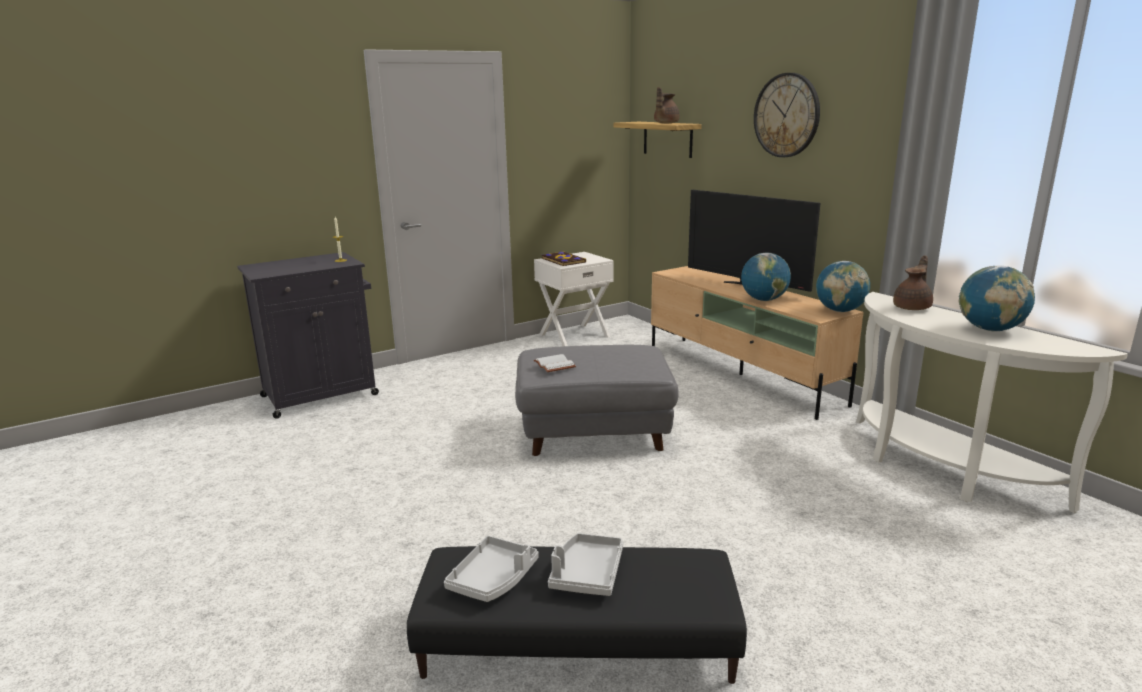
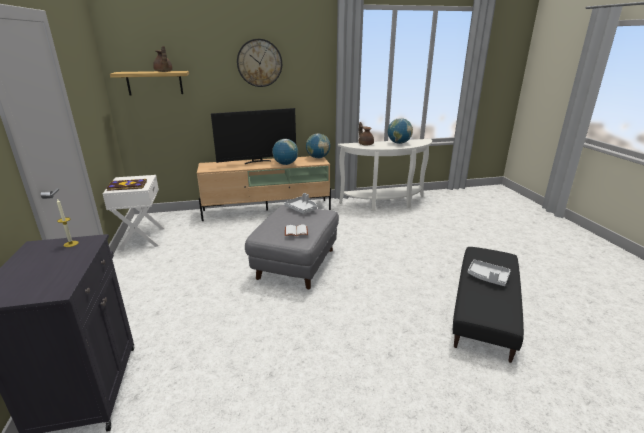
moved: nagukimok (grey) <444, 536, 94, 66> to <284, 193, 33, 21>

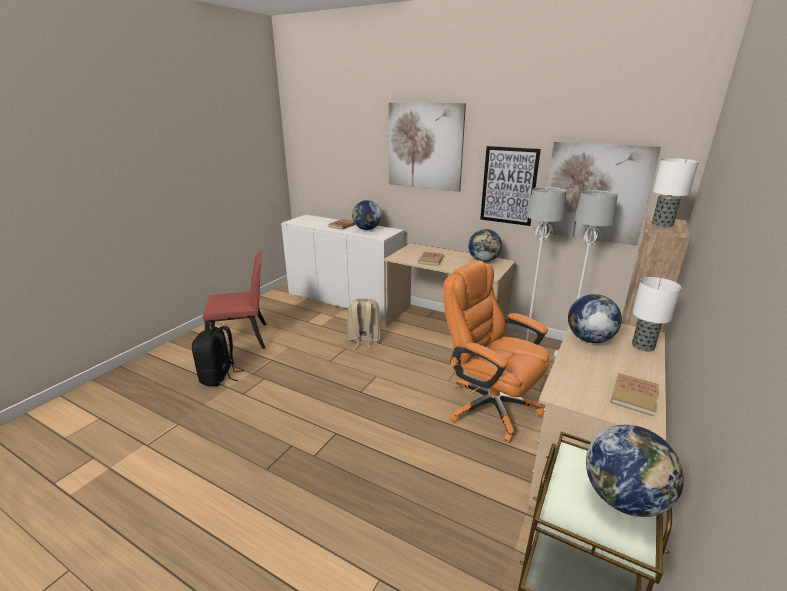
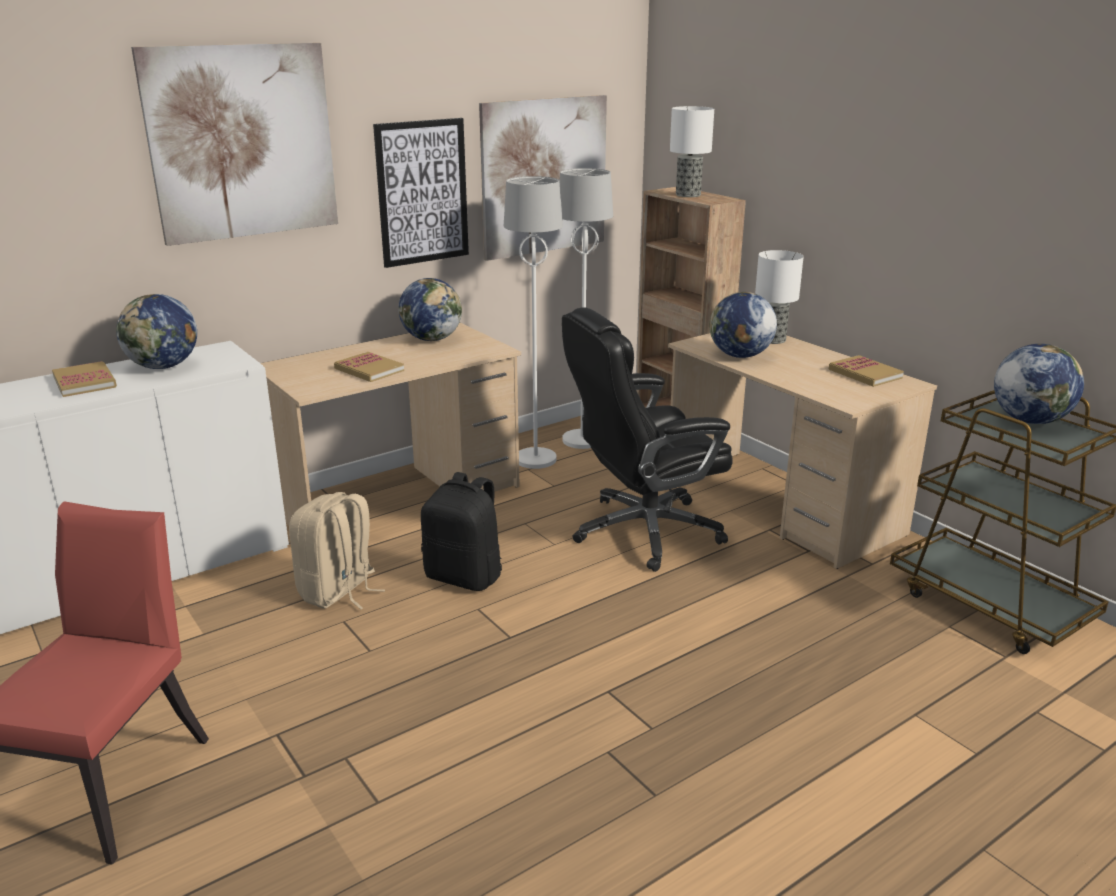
moved: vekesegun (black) <192, 326, 52, 60> to <421, 472, 81, 119>
recoloured: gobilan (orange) <443, 260, 106, 183> to gobilan (black) <562, 307, 171, 265>

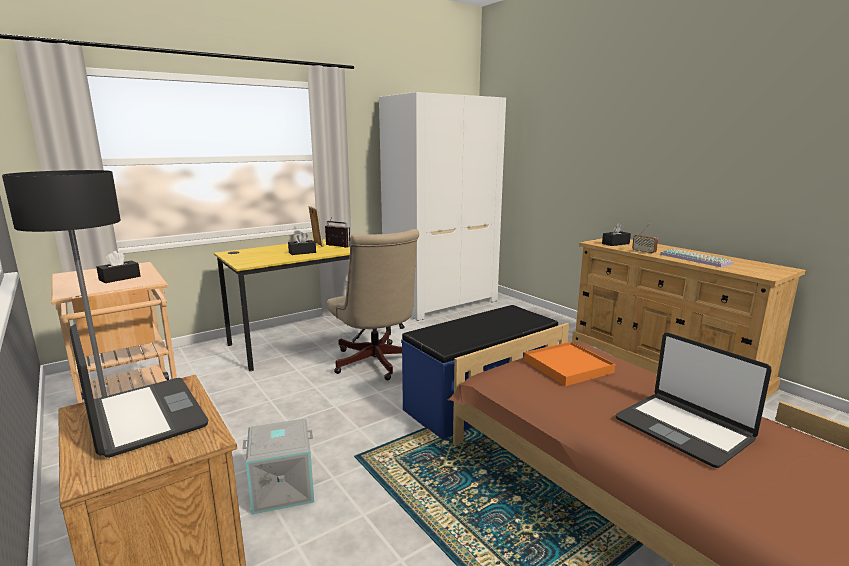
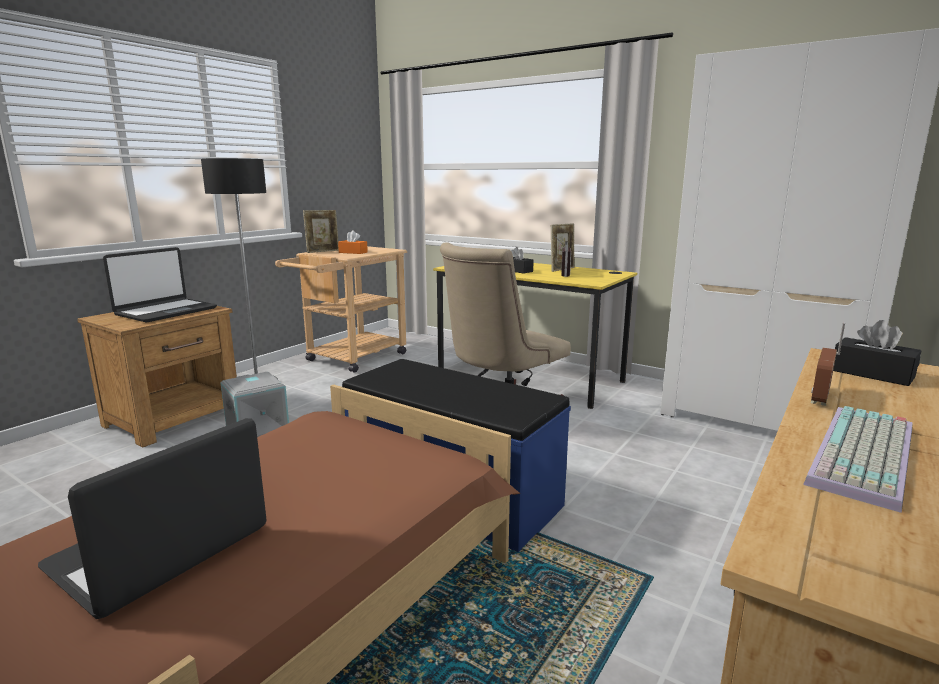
removed: nagukimok (orange) <524, 342, 91, 44>
added: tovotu <303, 210, 36, 43>
recoloured: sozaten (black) <96, 251, 45, 32> to sozaten (orange) <338, 230, 30, 24>

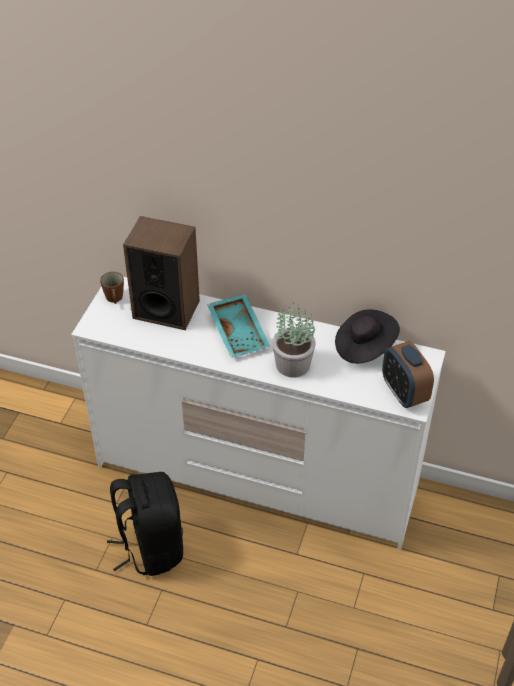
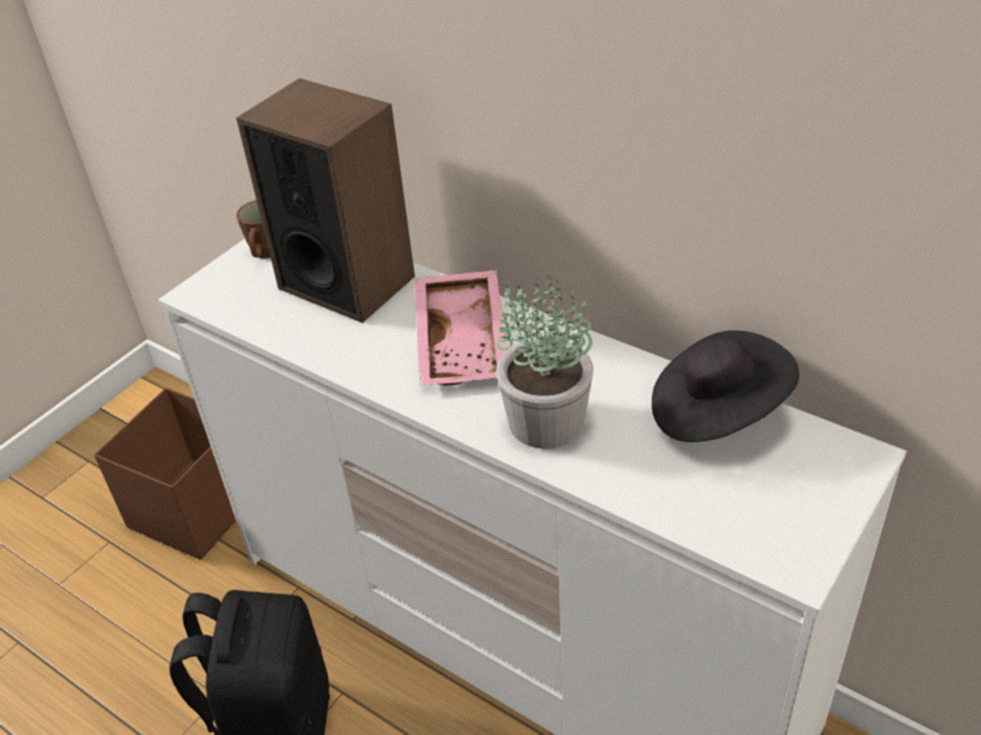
removed: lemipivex <382, 341, 52, 67>
added: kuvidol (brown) <94, 388, 142, 172>
recoloured: nagukimok (turquoise) <207, 294, 63, 64> to nagukimok (pink) <414, 270, 93, 116>

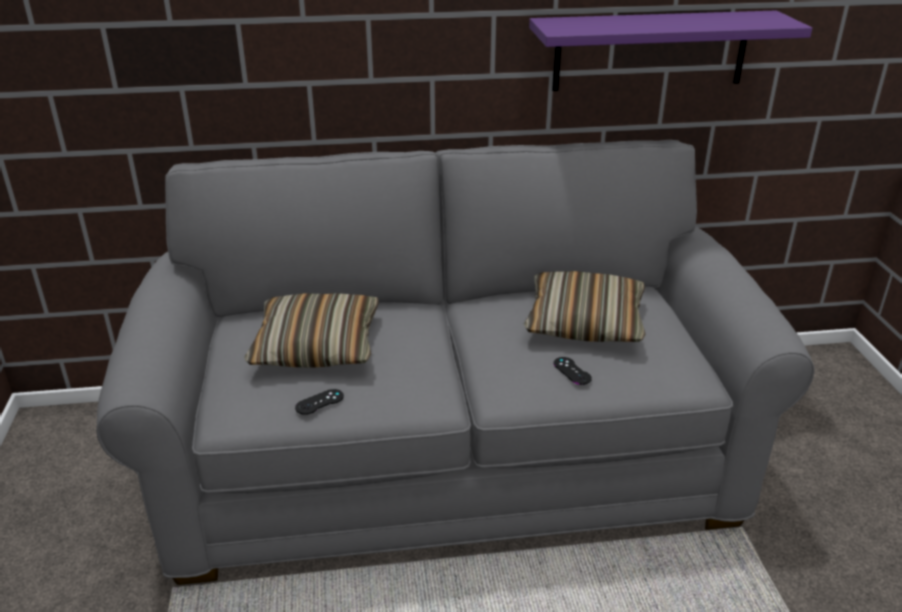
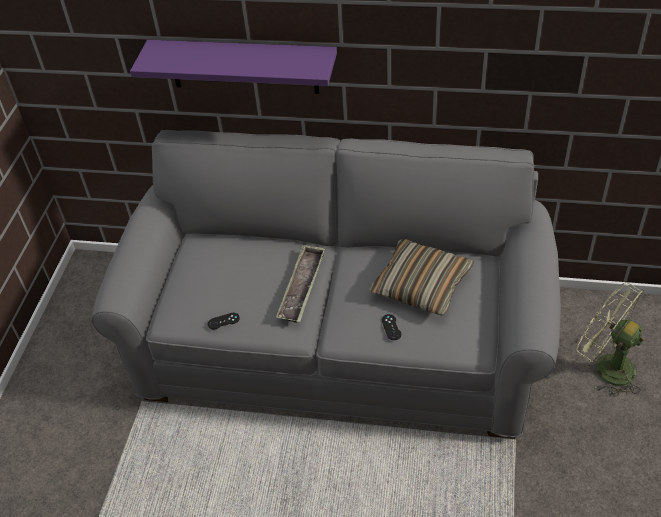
removed: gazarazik <244, 293, 135, 75>
added: nagukimok <276, 244, 49, 79>; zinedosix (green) <577, 282, 67, 115>
moved: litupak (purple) <529, 10, 283, 81> to <130, 40, 207, 54>

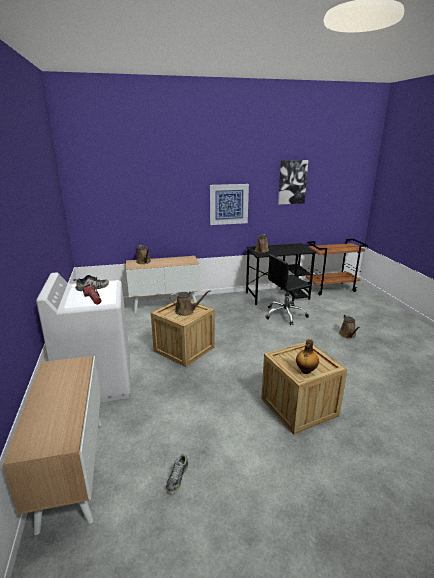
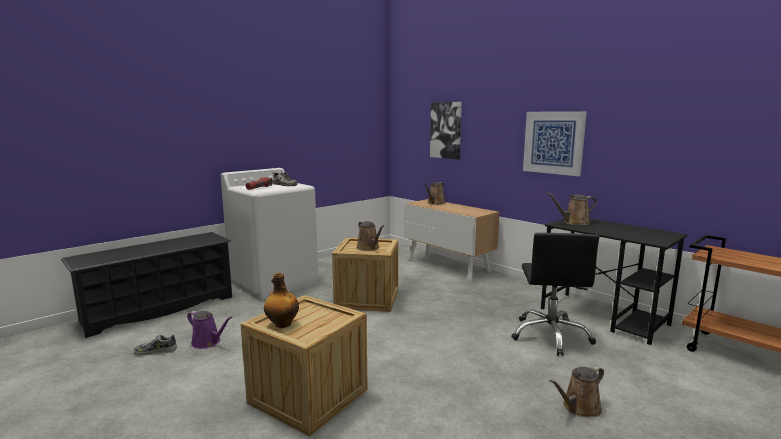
added: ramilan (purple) <187, 311, 45, 38>
moved: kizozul <278, 160, 31, 45> to <430, 102, 32, 58>
replaced: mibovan <3, 356, 99, 179> to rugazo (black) <61, 232, 171, 106>
turned: gobilan (black) <266, 254, 45, 71> = <511, 233, 88, 123> 120 degrees counterclockwise

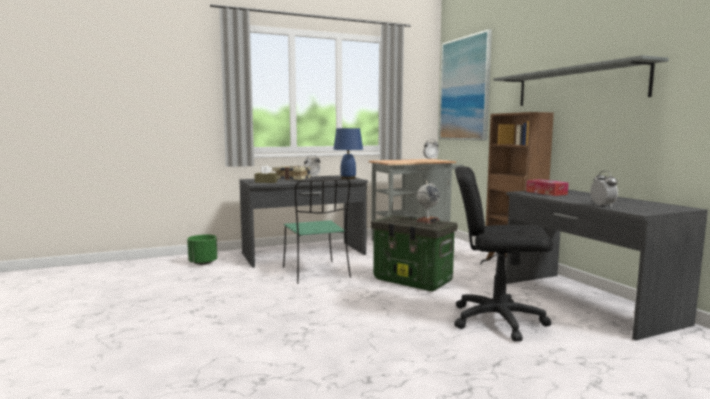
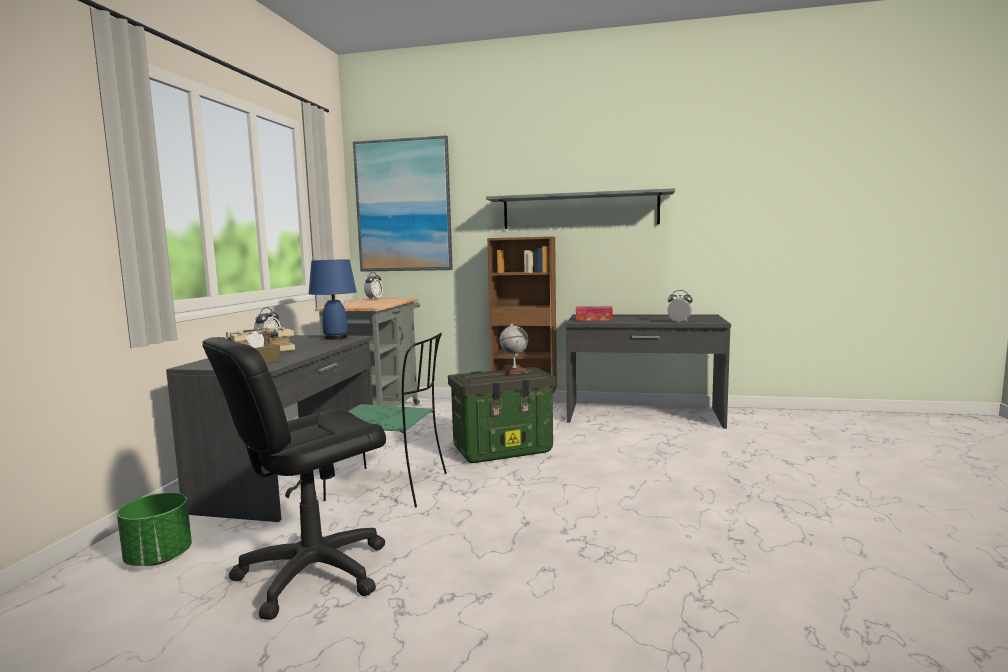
moved: gobilan (black) <454, 166, 99, 175> to <202, 337, 184, 283>

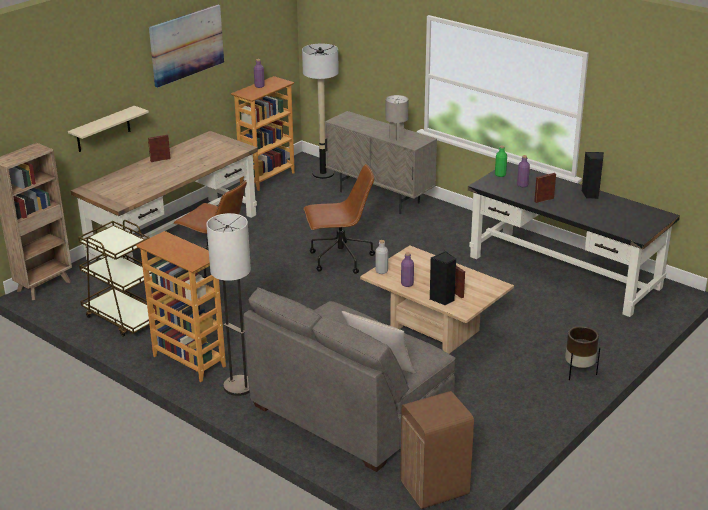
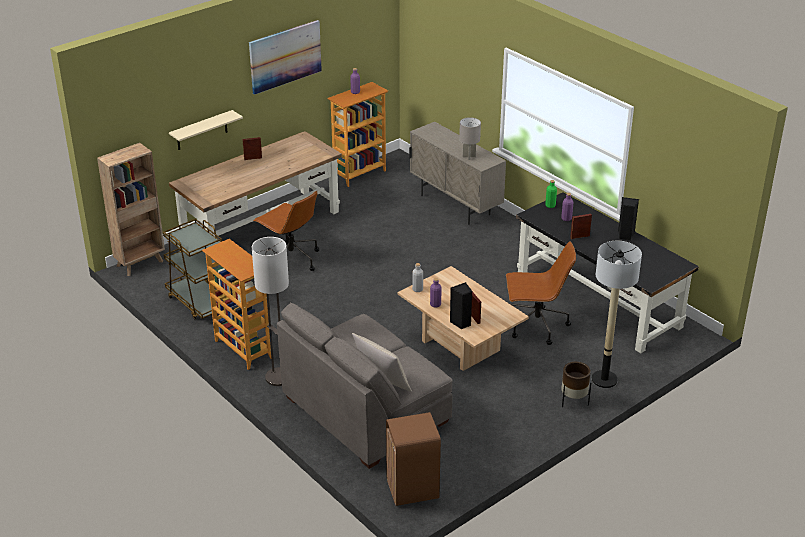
moved: gobilan (brown) <304, 164, 71, 110> to <506, 241, 70, 104>; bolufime <302, 43, 37, 136> to <592, 241, 50, 147>

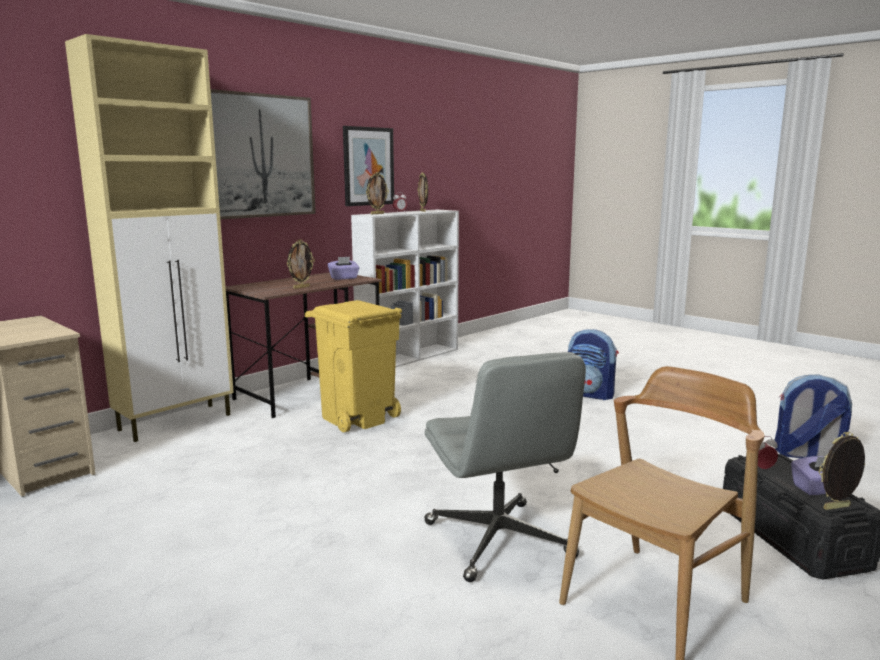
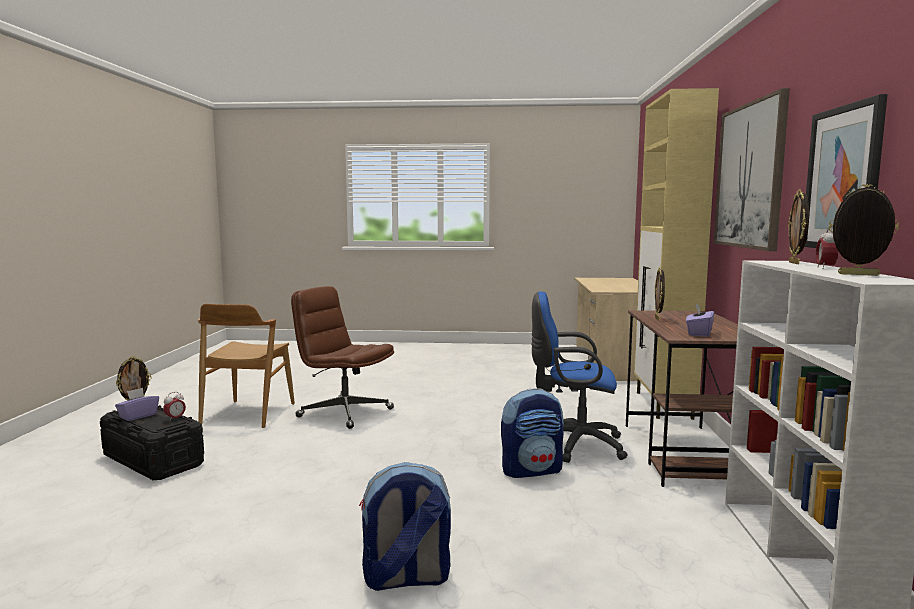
moved: vekesegun <775, 374, 77, 84> to <501, 389, 63, 89>
replaced: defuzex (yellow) <305, 300, 97, 132> to gobilan (blue) <532, 291, 96, 172>
recoloured: gobilan (grey) <424, 352, 162, 230> to gobilan (brown) <291, 286, 103, 143>

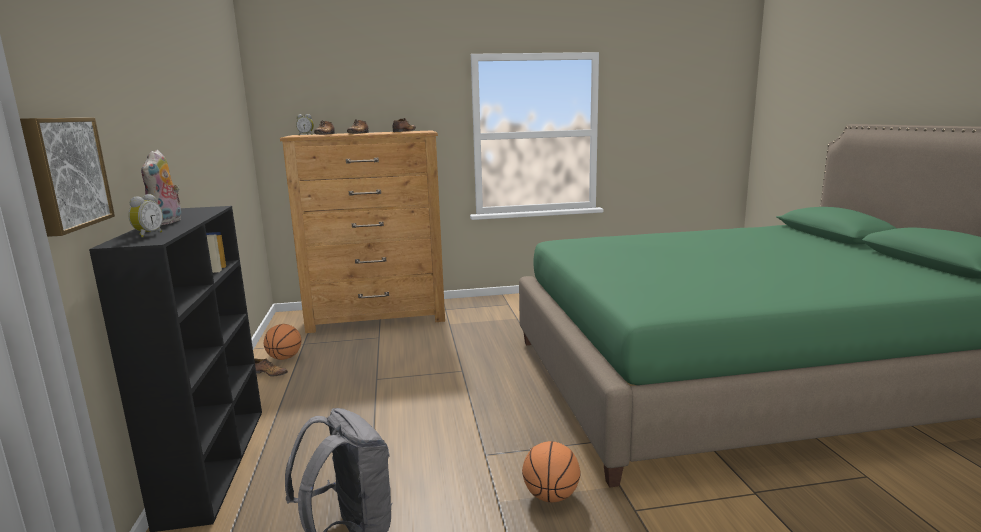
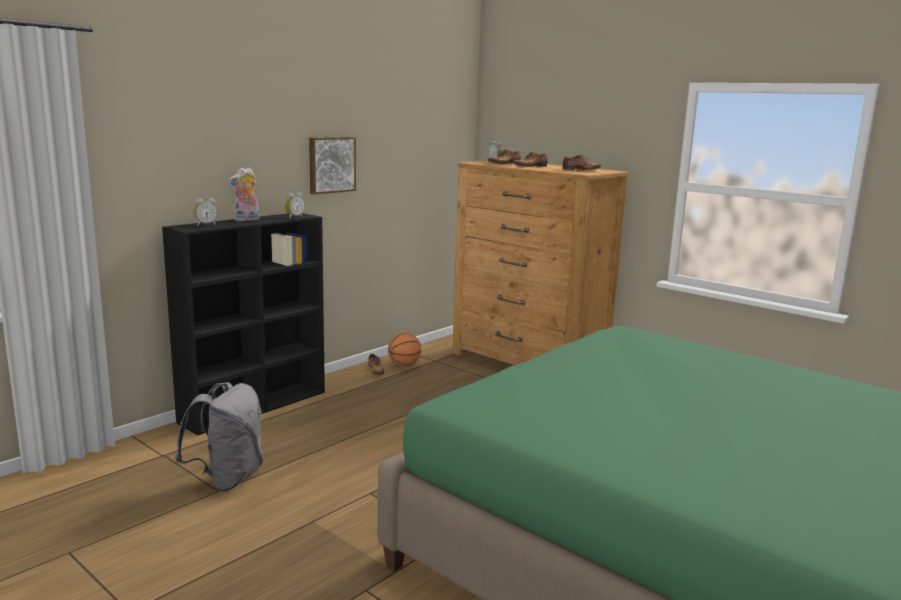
removed: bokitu <522, 441, 59, 62>
added: lemipivex <285, 192, 20, 27>
moved: kizozul <20, 118, 95, 119> to <309, 137, 47, 57>

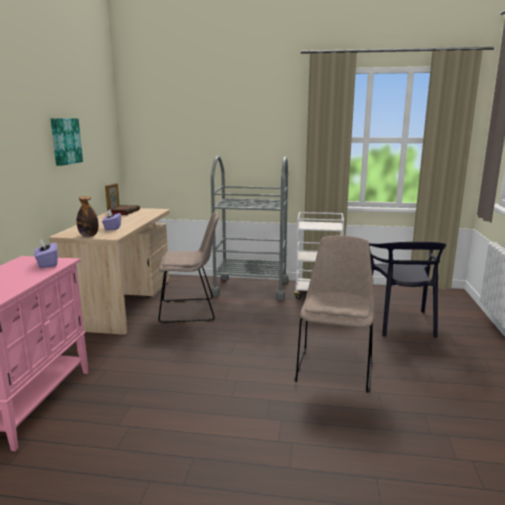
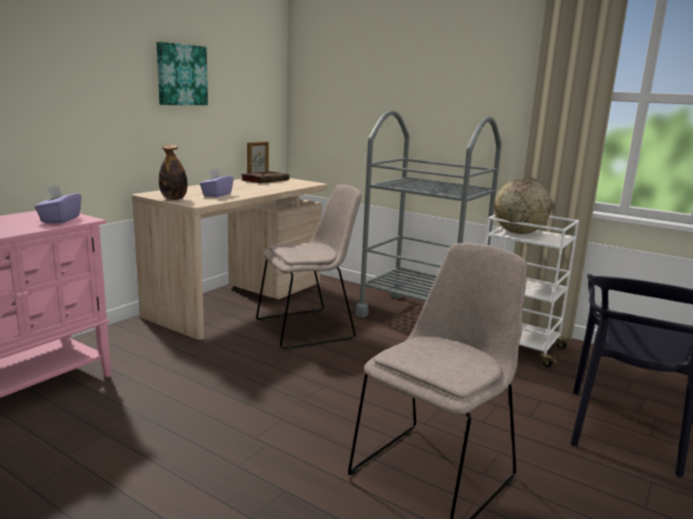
added: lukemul <494, 179, 57, 55>
turned: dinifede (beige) <158, 212, 61, 111> = <256, 185, 105, 165> 45 degrees counterclockwise

